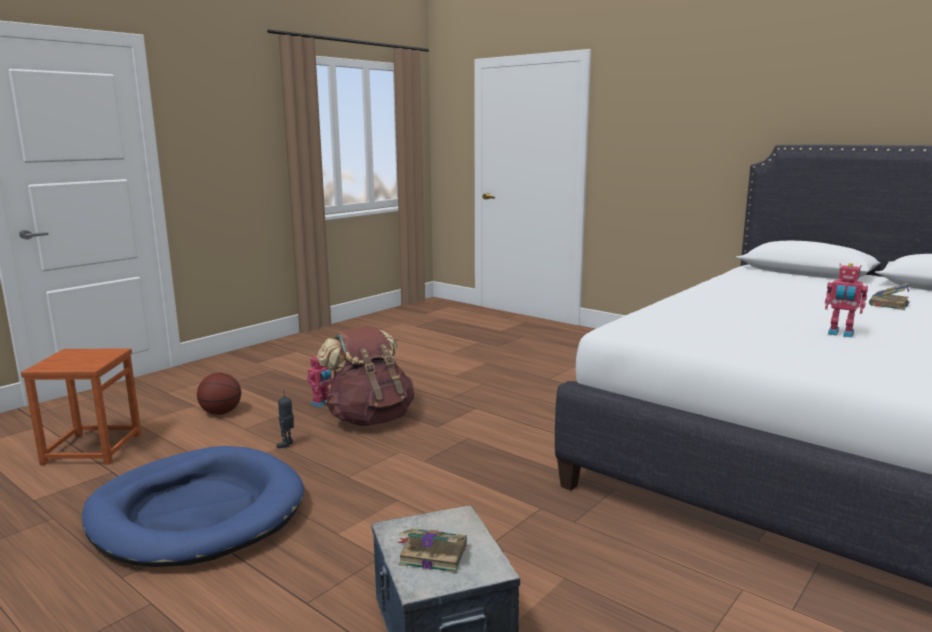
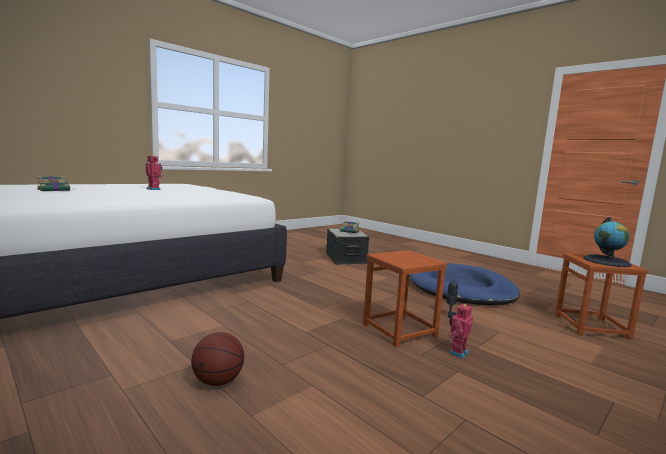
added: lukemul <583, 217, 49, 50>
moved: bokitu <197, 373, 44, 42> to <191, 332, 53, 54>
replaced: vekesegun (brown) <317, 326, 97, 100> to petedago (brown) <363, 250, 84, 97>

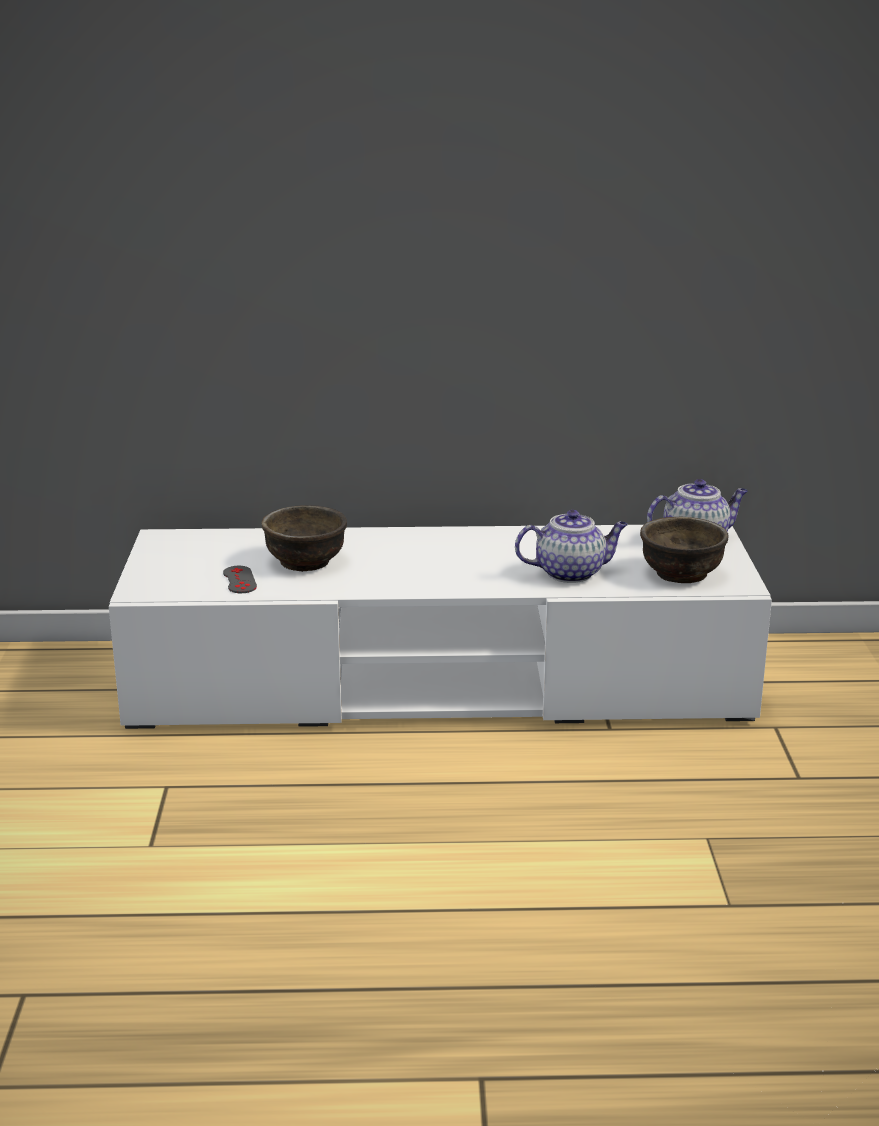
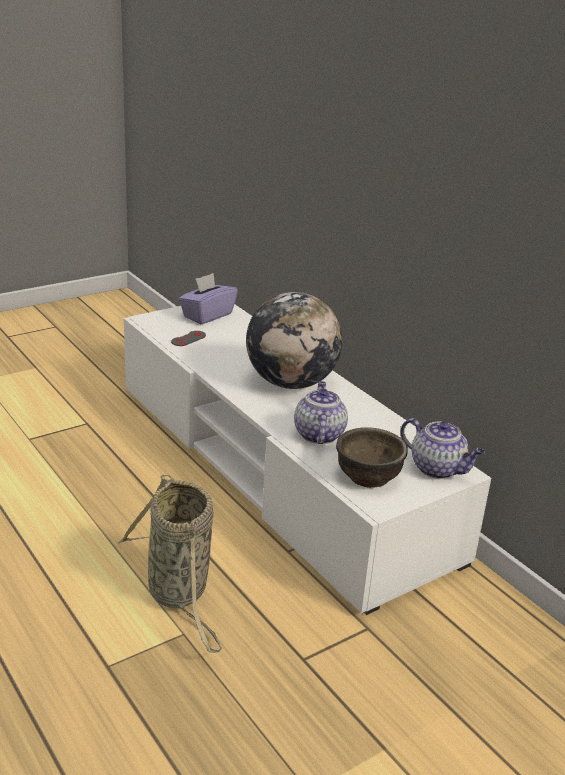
removed: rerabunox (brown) <262, 505, 85, 67>
added: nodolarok <119, 475, 103, 178>; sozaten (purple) <178, 273, 60, 51>; lukemul <246, 292, 96, 97>
turned: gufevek <515, 510, 113, 73> = <294, 381, 54, 63> 135 degrees counterclockwise

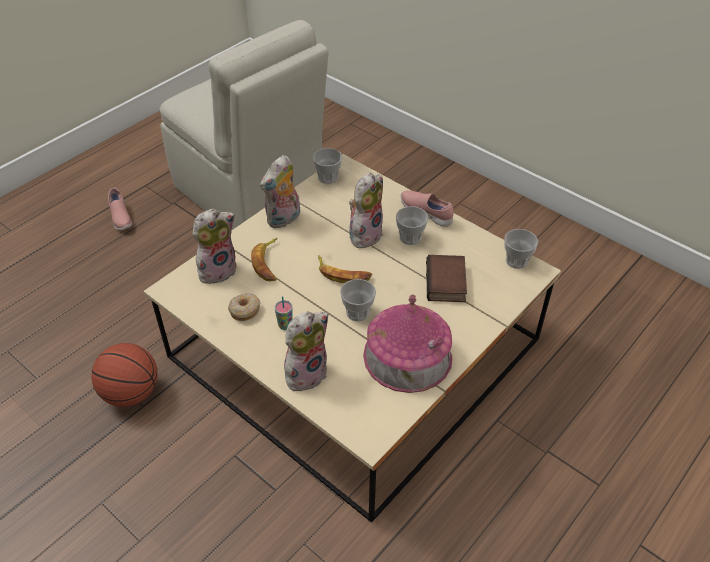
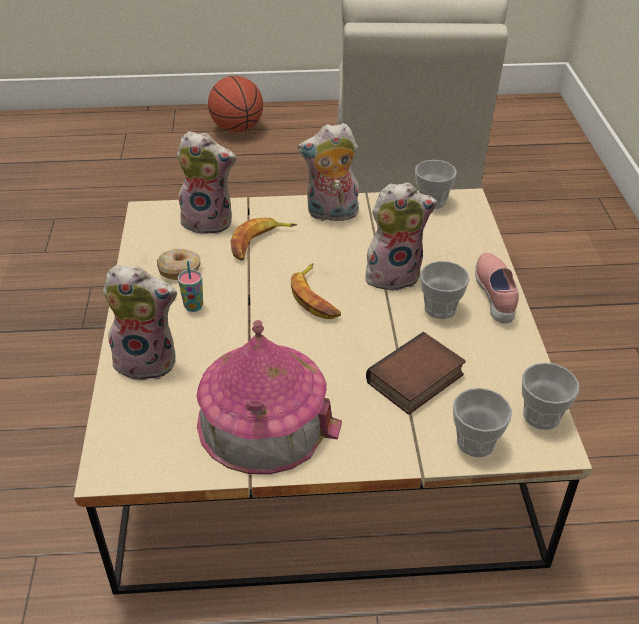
removed: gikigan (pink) <108, 188, 24, 43>
moved: bokitu <91, 343, 67, 64> to <208, 76, 55, 57>; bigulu <340, 279, 36, 42> to <453, 388, 59, 70>

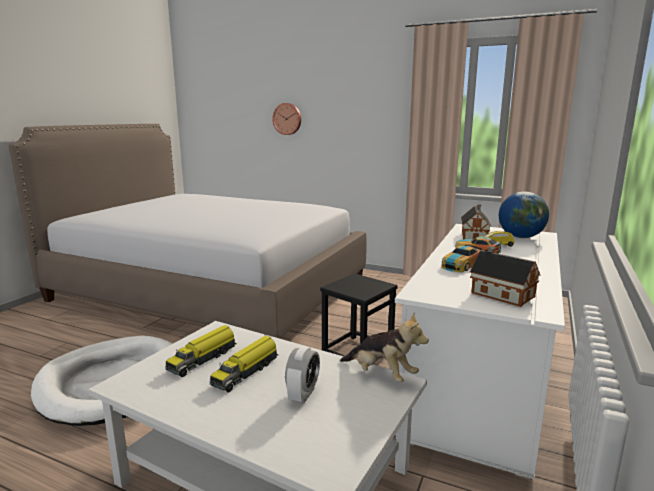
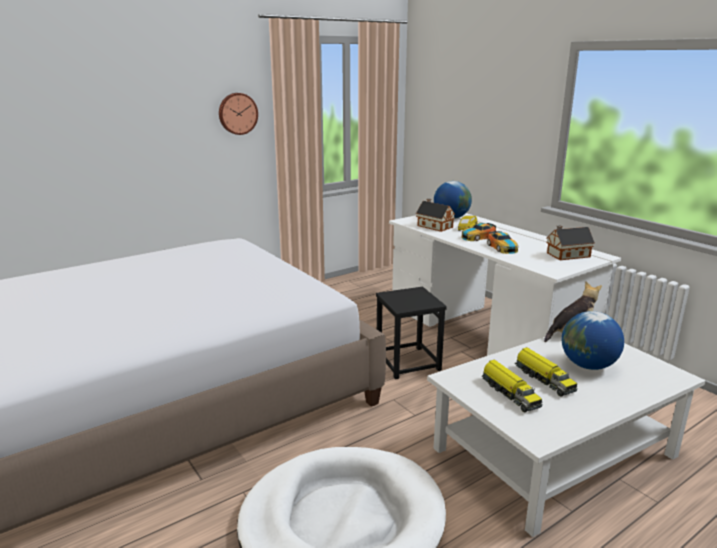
moved: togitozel <272, 103, 29, 32> to <219, 93, 39, 42>
replaced: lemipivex <285, 346, 35, 57> to lukemul <562, 311, 62, 59>

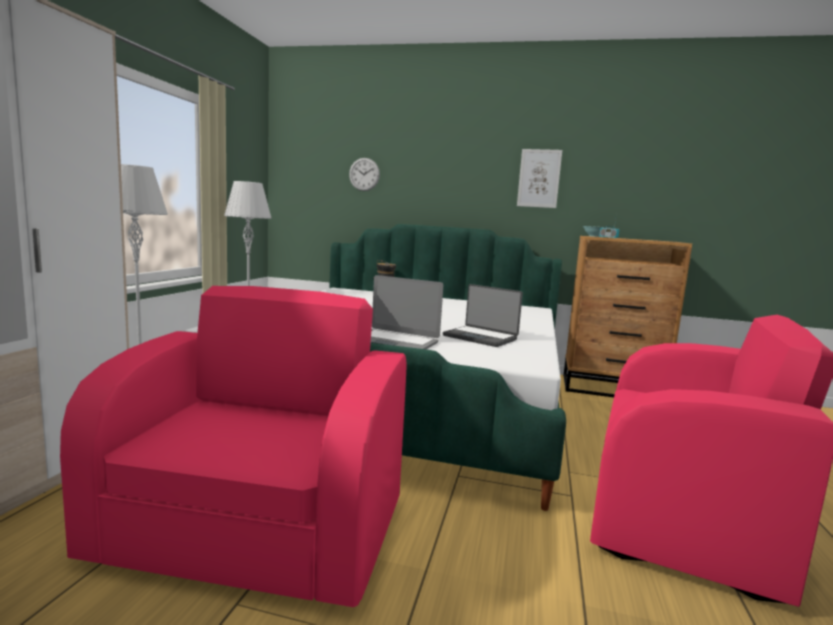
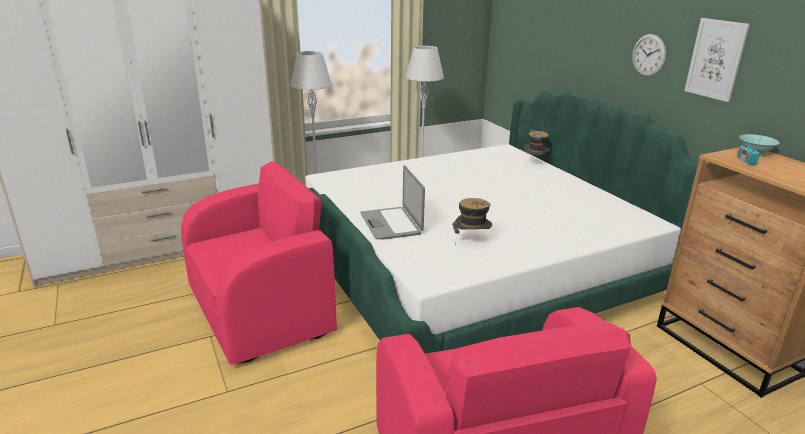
moved: togitozel <349, 158, 31, 33> to <632, 34, 34, 43>
replaced: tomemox <443, 284, 80, 63> to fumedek <452, 198, 40, 37>

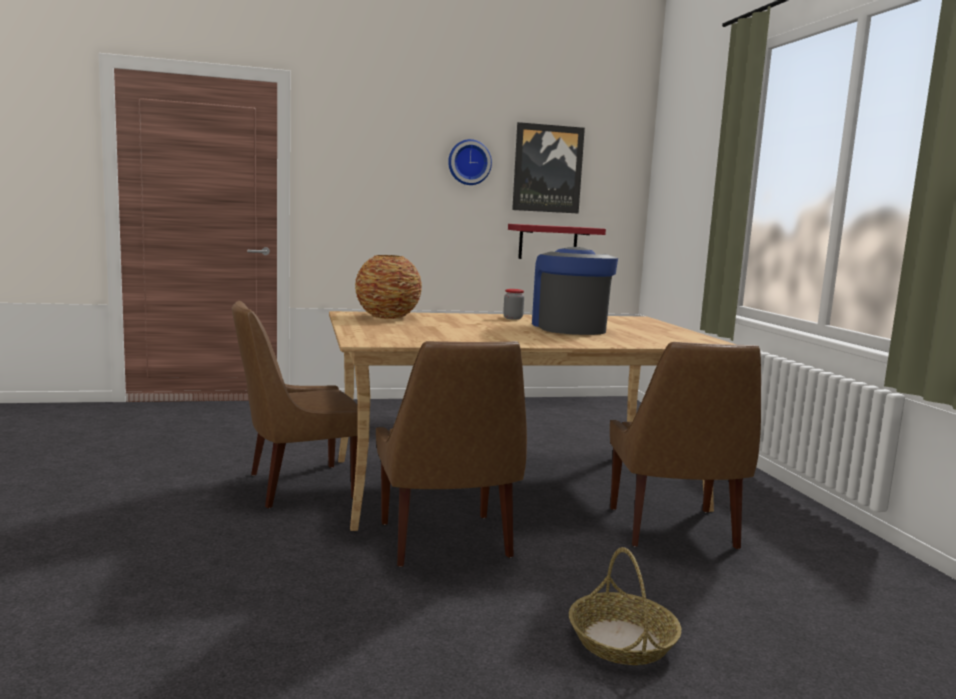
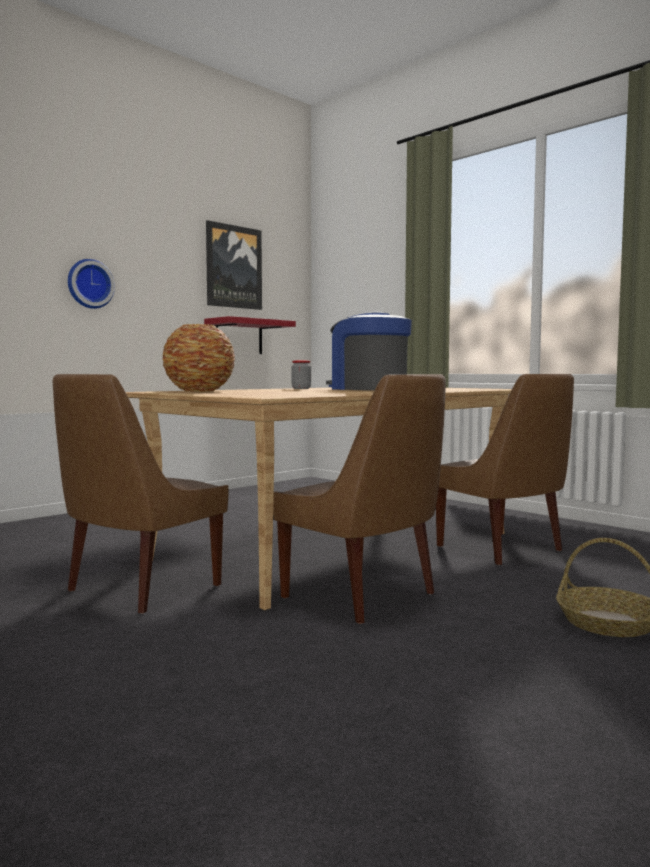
moved: togitozel <448, 139, 44, 46> to <68, 259, 47, 50>

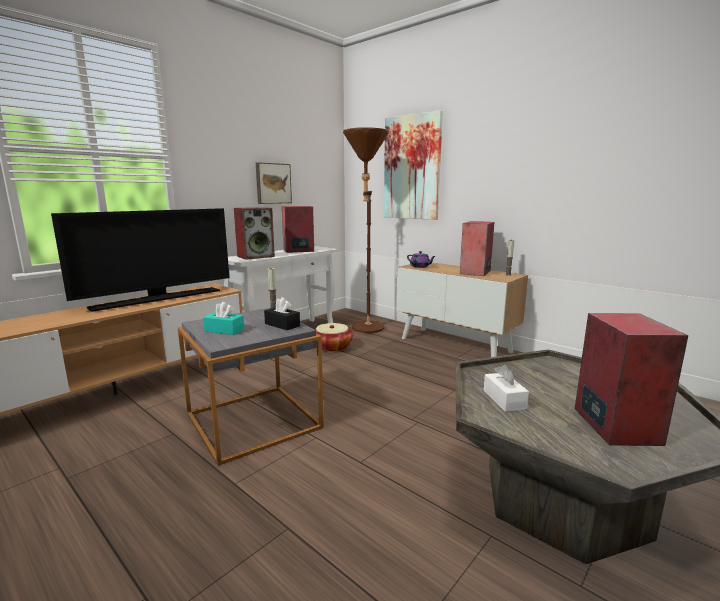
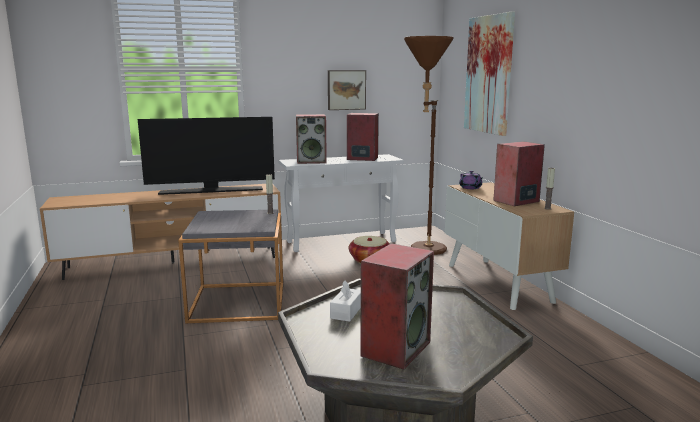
removed: sozaten (turquoise) <203, 302, 41, 33>; sozaten (black) <264, 297, 36, 33>

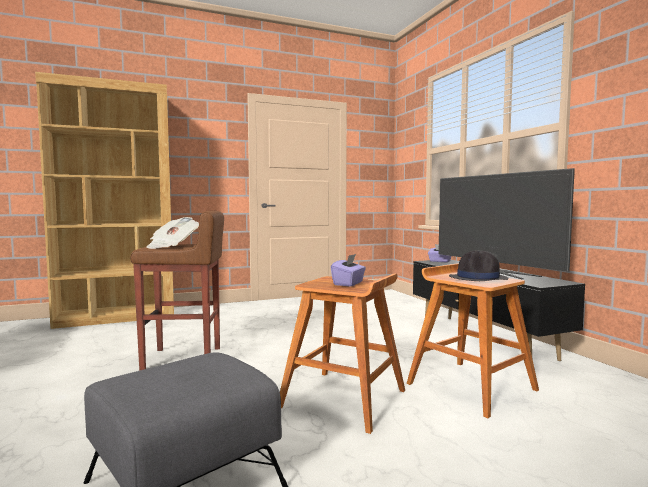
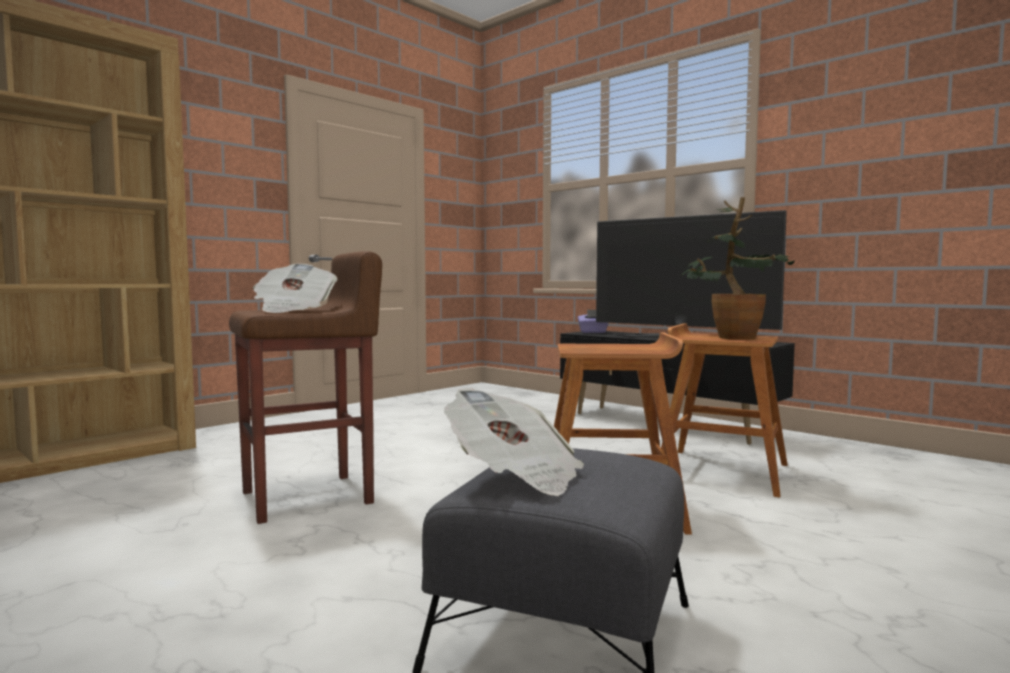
removed: sozaten (purple) <331, 254, 35, 33>
added: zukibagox <444, 388, 140, 108>
replaced: fumedek (black) <449, 251, 59, 30> to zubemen <680, 197, 115, 143>

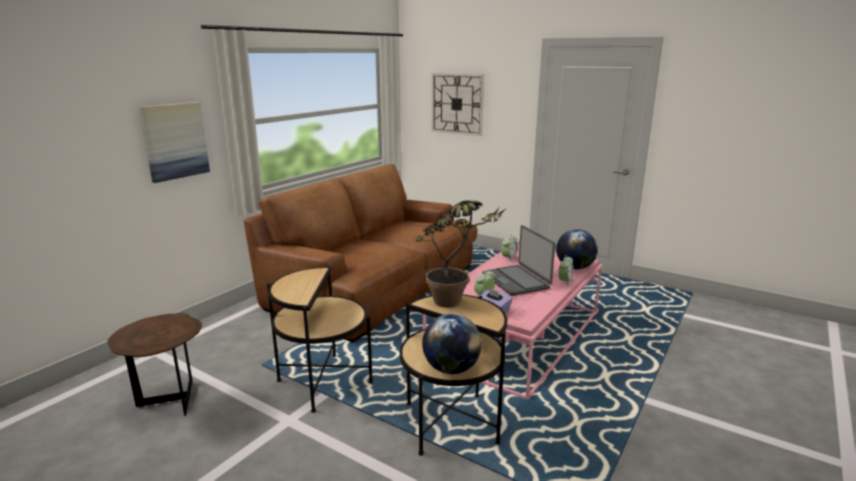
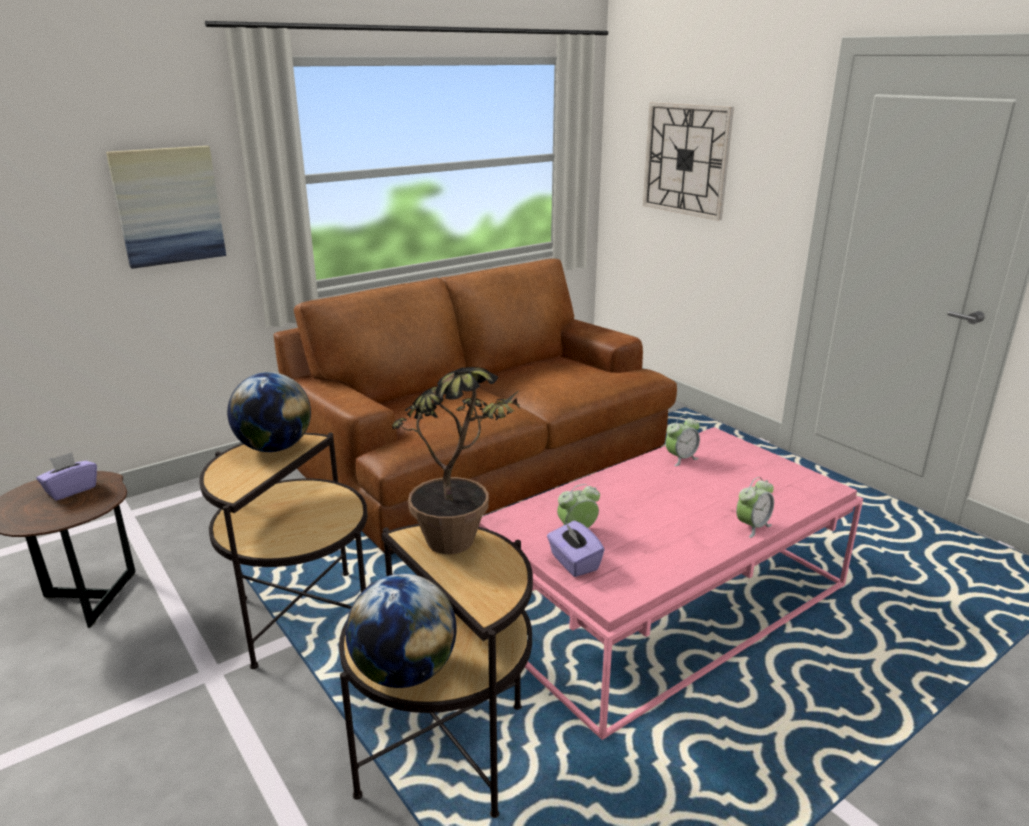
removed: tomemox <482, 225, 73, 71>
added: sozaten (purple) <36, 452, 61, 49>
moved: lukemul <556, 229, 42, 40> to <227, 372, 84, 80>

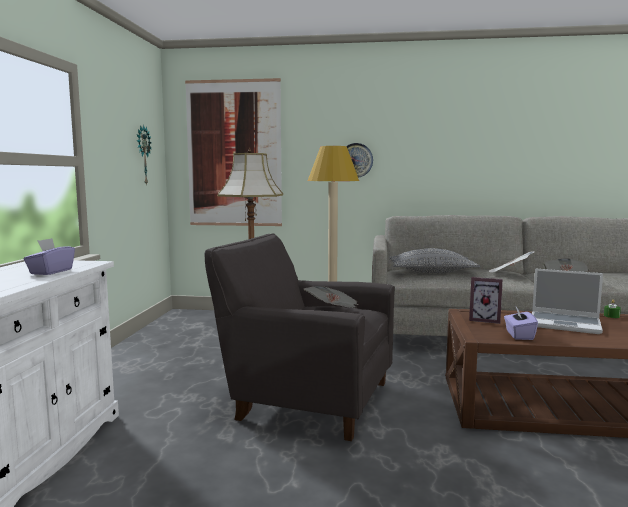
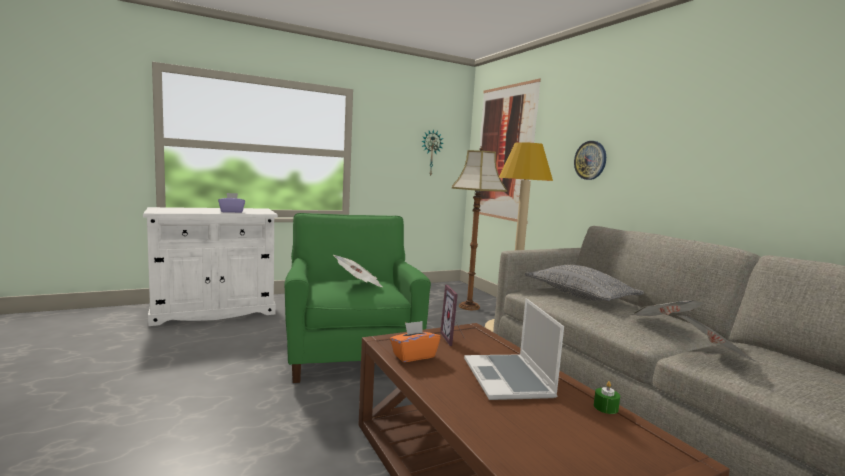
recoloured: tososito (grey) <204, 234, 191, 207> to tososito (green) <284, 213, 147, 170>; sozaten (purple) <504, 305, 34, 35> to sozaten (orange) <390, 321, 50, 41>

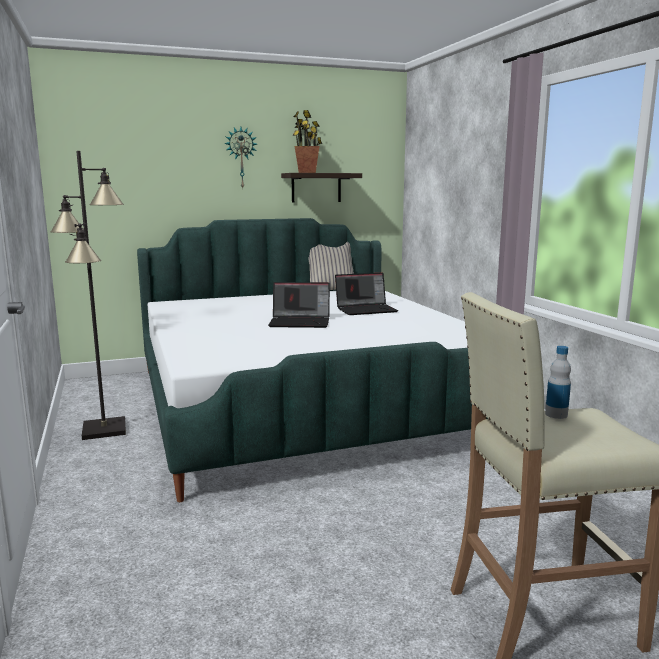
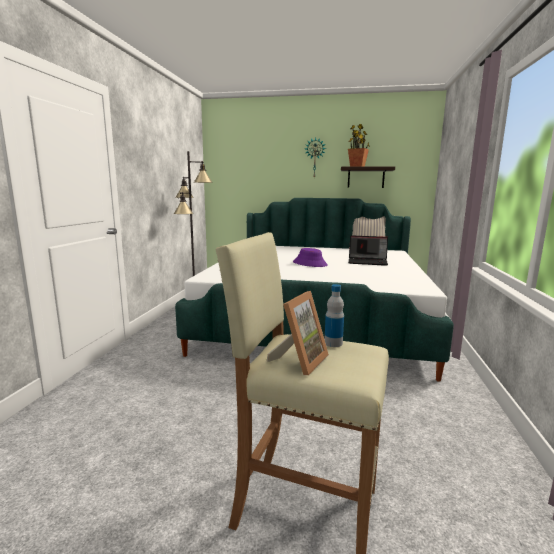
added: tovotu <267, 291, 62, 84>
replaced: tomemox <268, 282, 62, 46> to fumedek (purple) <293, 248, 34, 19>

